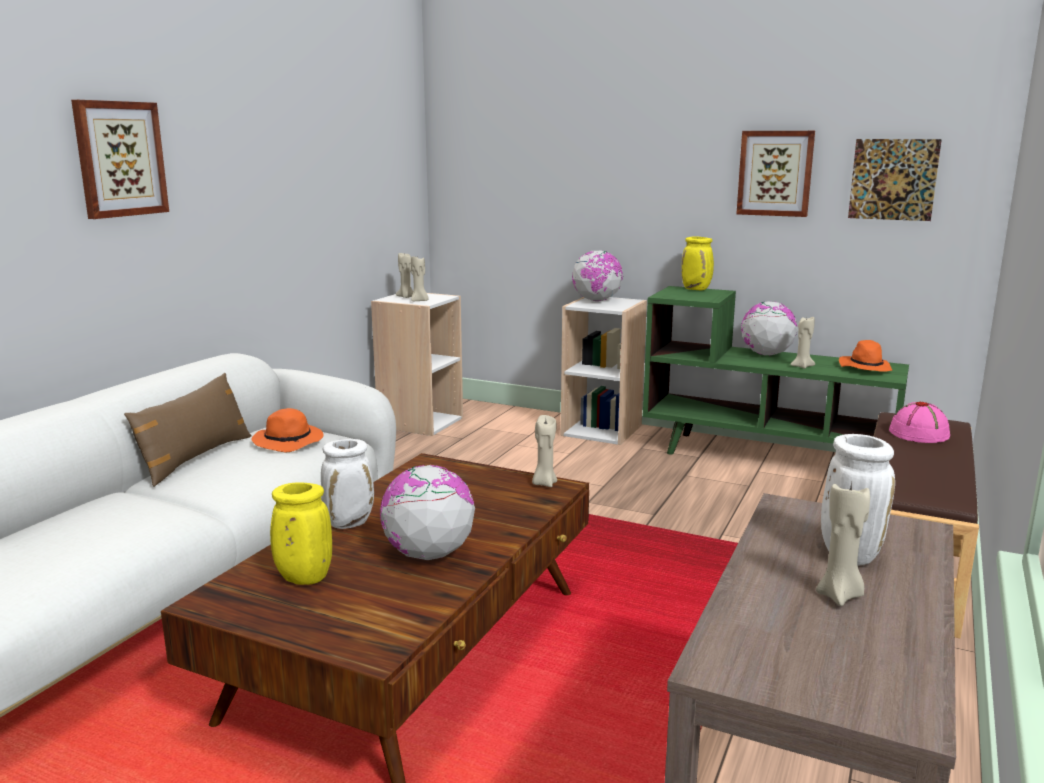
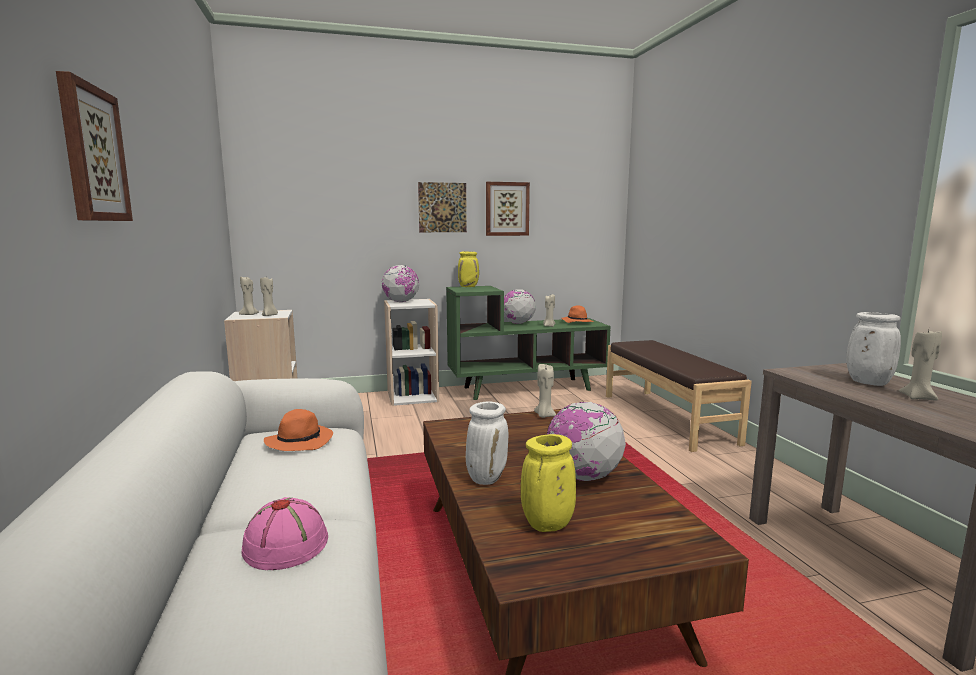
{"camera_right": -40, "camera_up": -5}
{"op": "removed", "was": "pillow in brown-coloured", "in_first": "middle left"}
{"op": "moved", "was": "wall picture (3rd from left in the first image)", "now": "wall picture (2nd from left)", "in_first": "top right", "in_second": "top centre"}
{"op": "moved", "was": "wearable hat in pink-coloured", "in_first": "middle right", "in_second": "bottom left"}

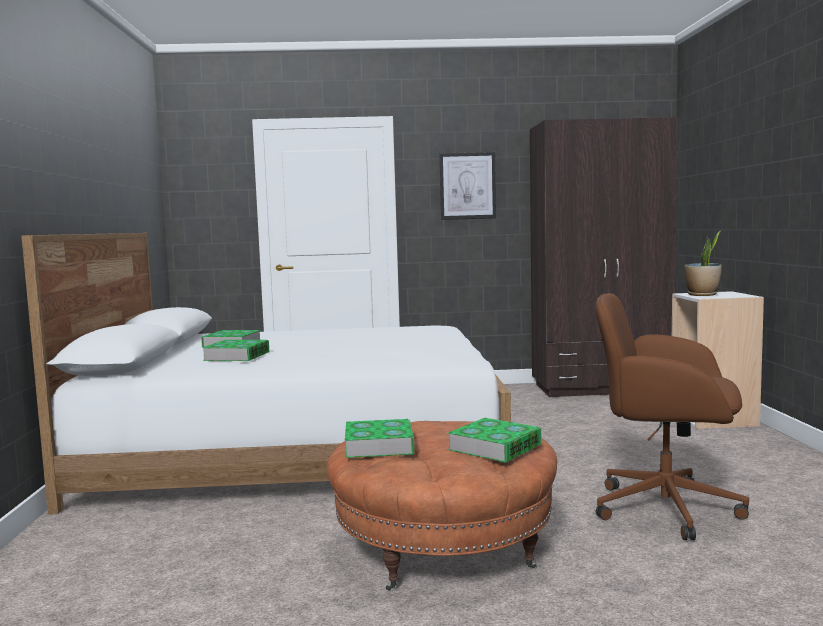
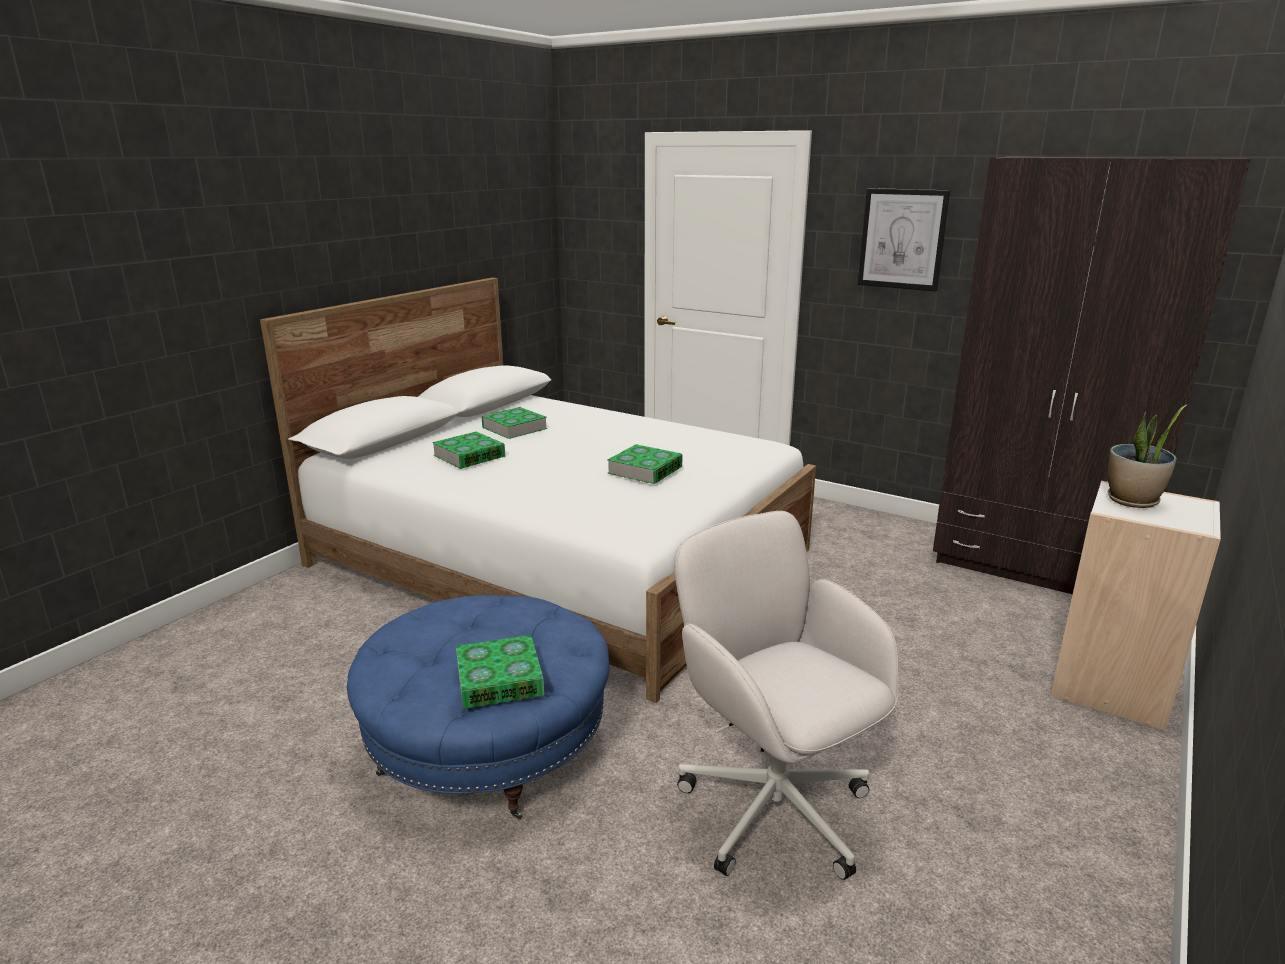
{"camera_right": 35, "camera_up": 15}
{"op": "recoloured", "was": "ottoman in brown-coloured", "now": "ottoman in bluish", "in_first": "bottom centre", "in_second": "bottom centre"}
{"op": "moved", "was": "bound book (3rd from left in the first image)", "now": "bound book (4th from left)", "in_first": "bottom centre", "in_second": "centre"}
{"op": "recoloured", "was": "office chair in brown-coloured", "now": "office chair in white", "in_first": "middle right", "in_second": "bottom centre"}

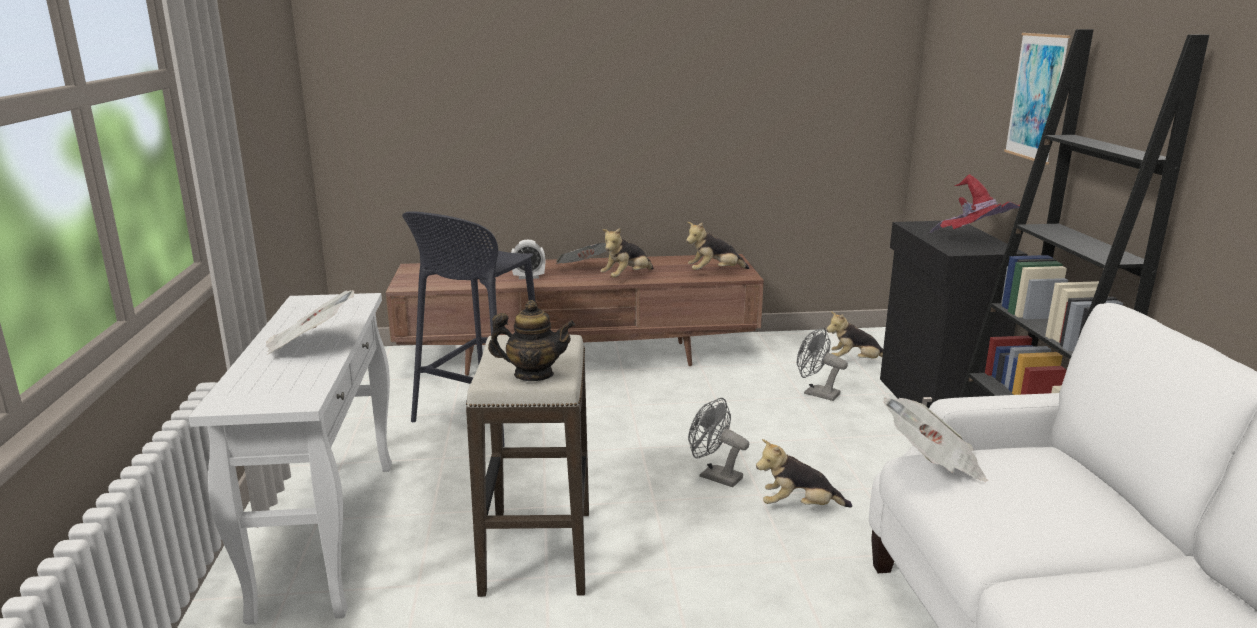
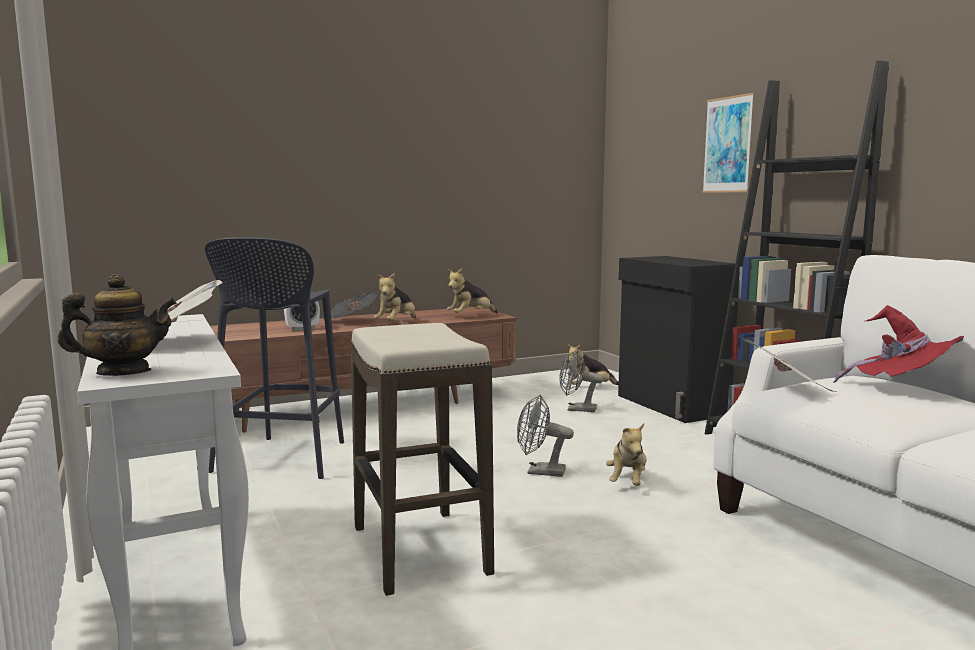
{"camera_right": -20, "camera_up": -10}
{"op": "moved", "was": "tea pot", "in_first": "centre", "in_second": "middle left"}
{"op": "turned", "was": "plush toy (3rd from left in the first image)", "in_first": "bottom centre", "in_second": "bottom centre", "clockwise": -60}
{"op": "moved", "was": "wearable hat in reddish", "in_first": "top right", "in_second": "middle right"}

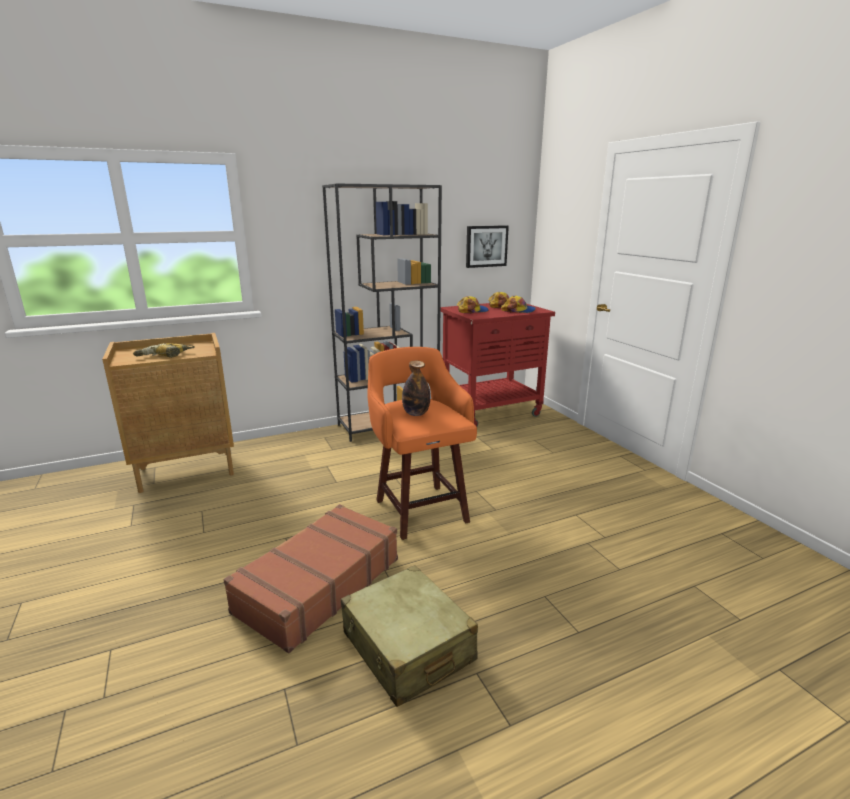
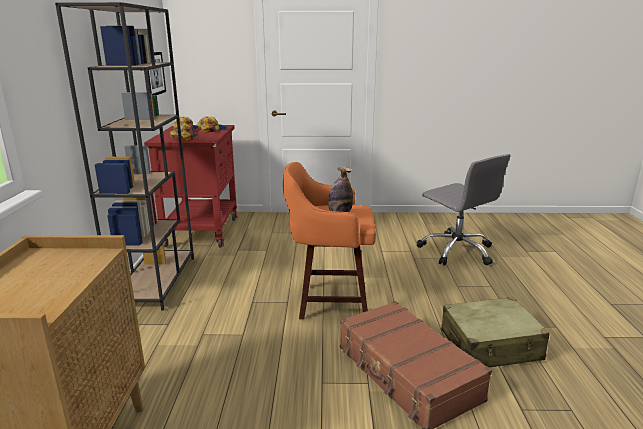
{"camera_right": -65, "camera_up": 0}
{"op": "removed", "was": "power drill", "in_first": "middle left"}
{"op": "added", "now": "office chair in gray", "in_second": "middle right"}

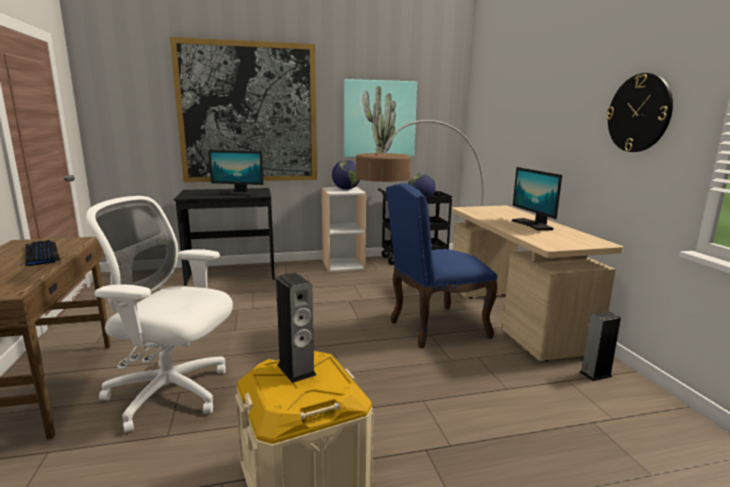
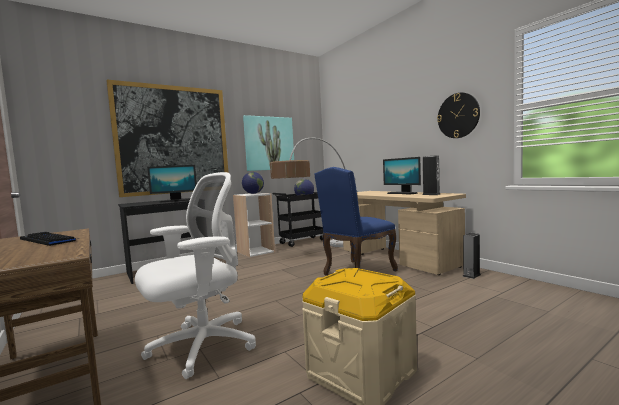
{"camera_right": -20, "camera_up": -10}
{"op": "turned", "was": "office chair in white", "in_first": "middle left", "in_second": "bottom left", "clockwise": 150}
{"op": "moved", "was": "loudspeaker (1st from left)", "in_first": "bottom centre", "in_second": "middle right"}

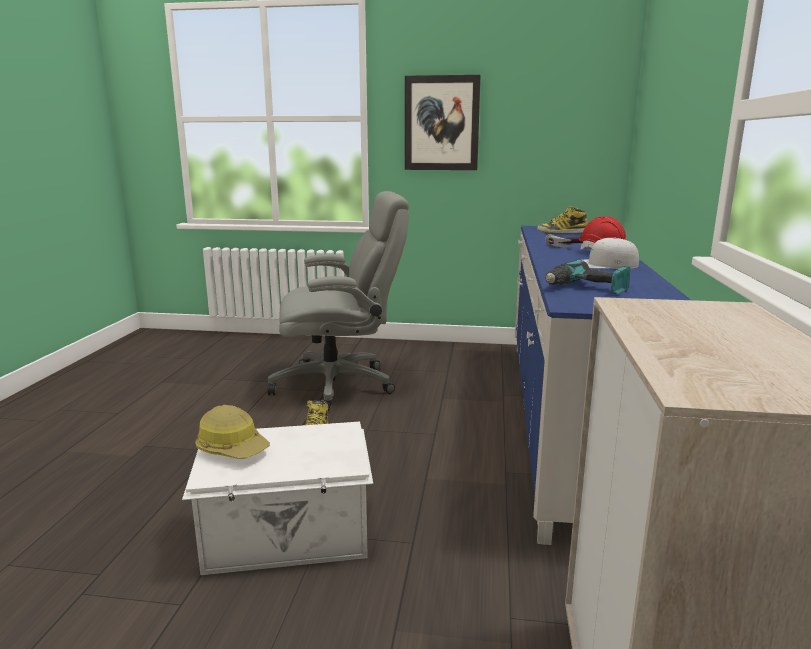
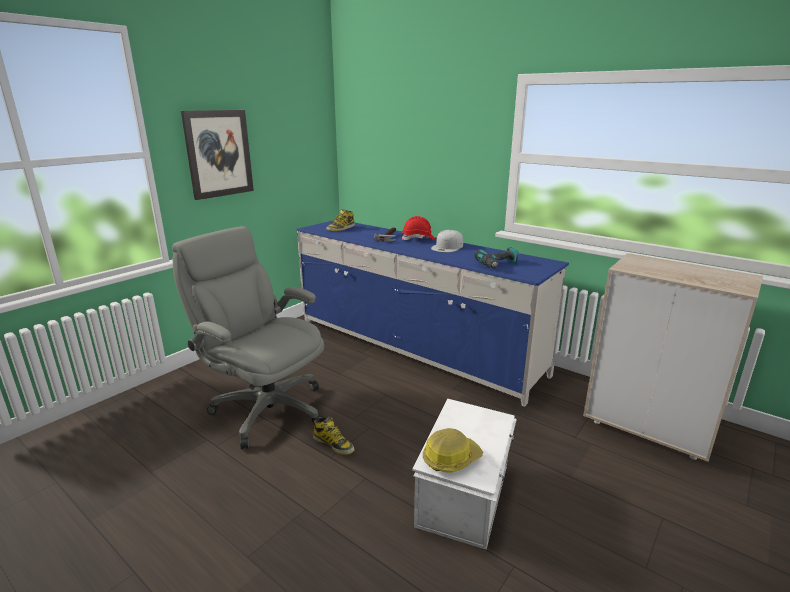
{"camera_right": -60, "camera_up": 5}
{"op": "turned", "was": "office chair in gray", "in_first": "centre", "in_second": "middle left", "clockwise": -75}

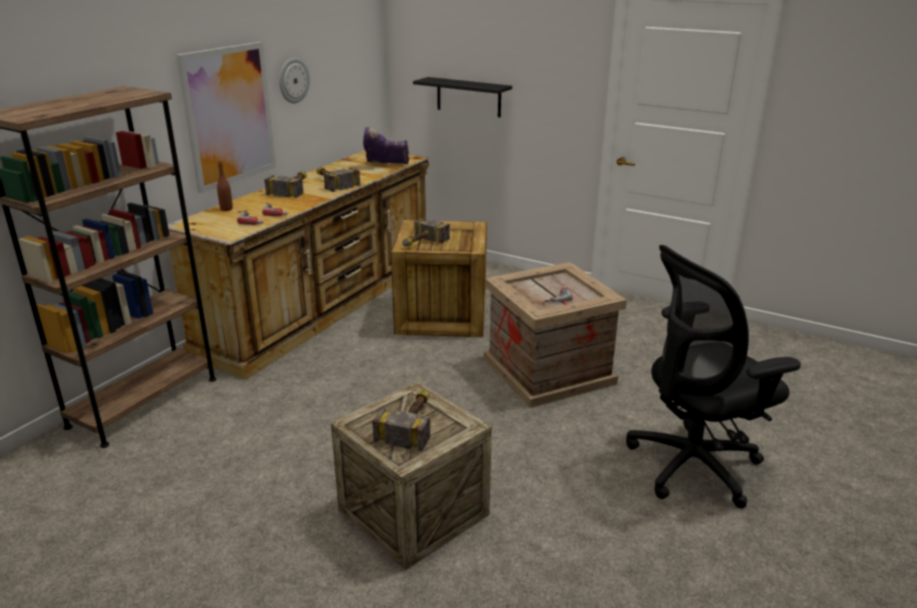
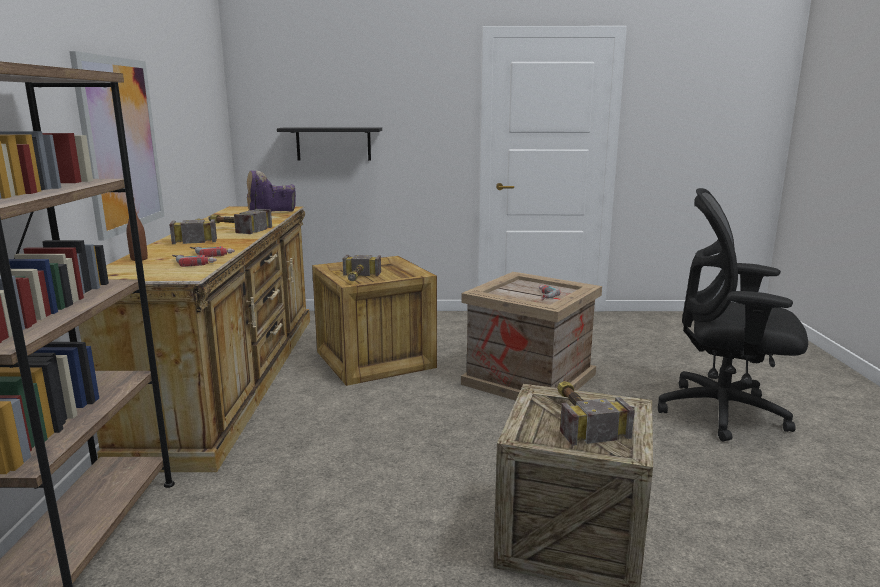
{"camera_right": -30, "camera_up": -10}
{"op": "removed", "was": "hanging clock", "in_first": "top left"}
{"op": "turned", "was": "office chair in blackish", "in_first": "middle right", "in_second": "middle right", "clockwise": 75}

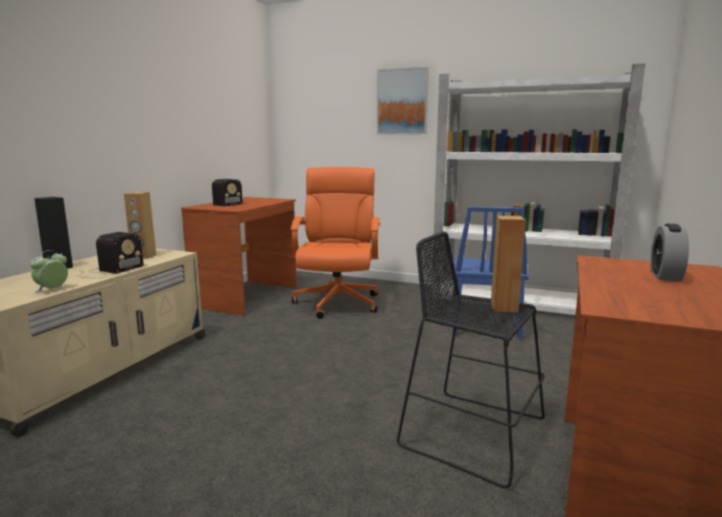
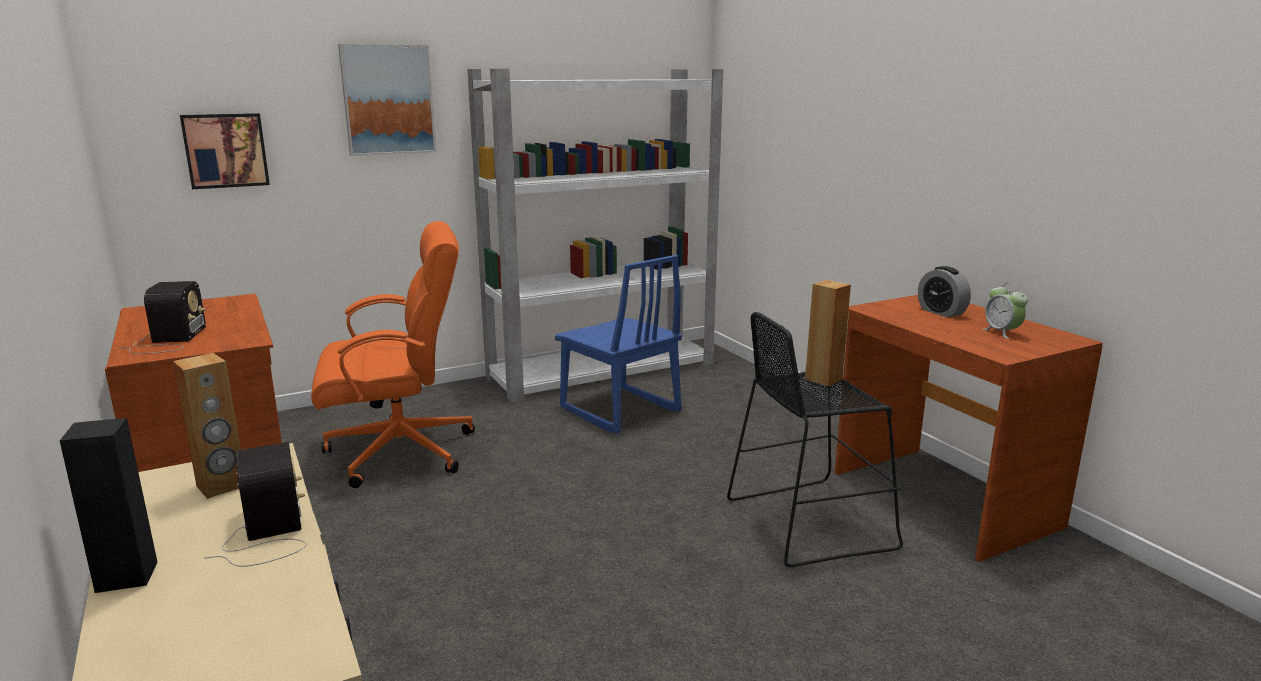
{"camera_right": -50, "camera_up": 5}
{"op": "moved", "was": "bedside clock (1st from left in the first image)", "now": "bedside clock (2nd from left)", "in_first": "middle left", "in_second": "middle right"}
{"op": "turned", "was": "office chair in orange", "in_first": "centre", "in_second": "middle left", "clockwise": 120}
{"op": "added", "now": "wall picture (1st from left)", "in_second": "top left"}

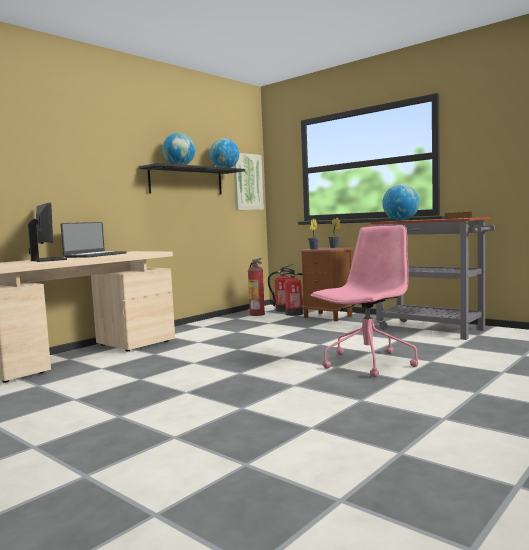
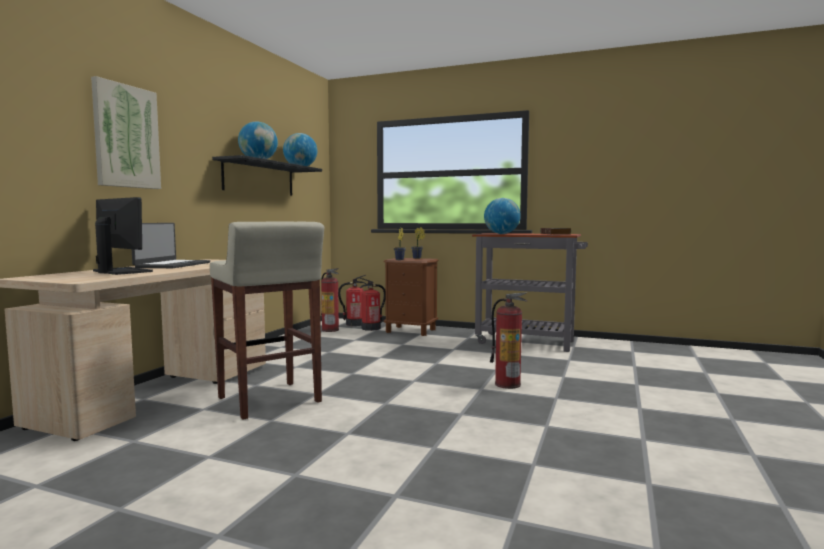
{"camera_right": -20, "camera_up": 0}
{"op": "moved", "was": "wall picture", "in_first": "top centre", "in_second": "top left"}
{"op": "replaced", "was": "office chair in pink-coloured", "now": "fire-fighting cylinder (4th from left)", "in_first": "middle right", "in_second": "centre"}
{"op": "added", "now": "sitting stool in beige-coloured", "in_second": "middle left"}

